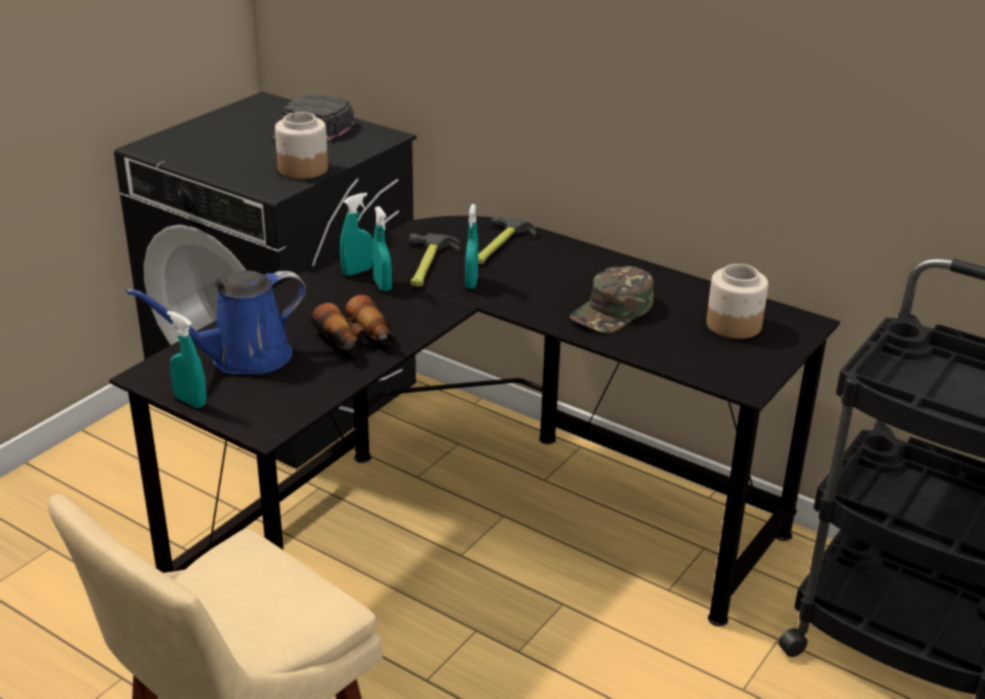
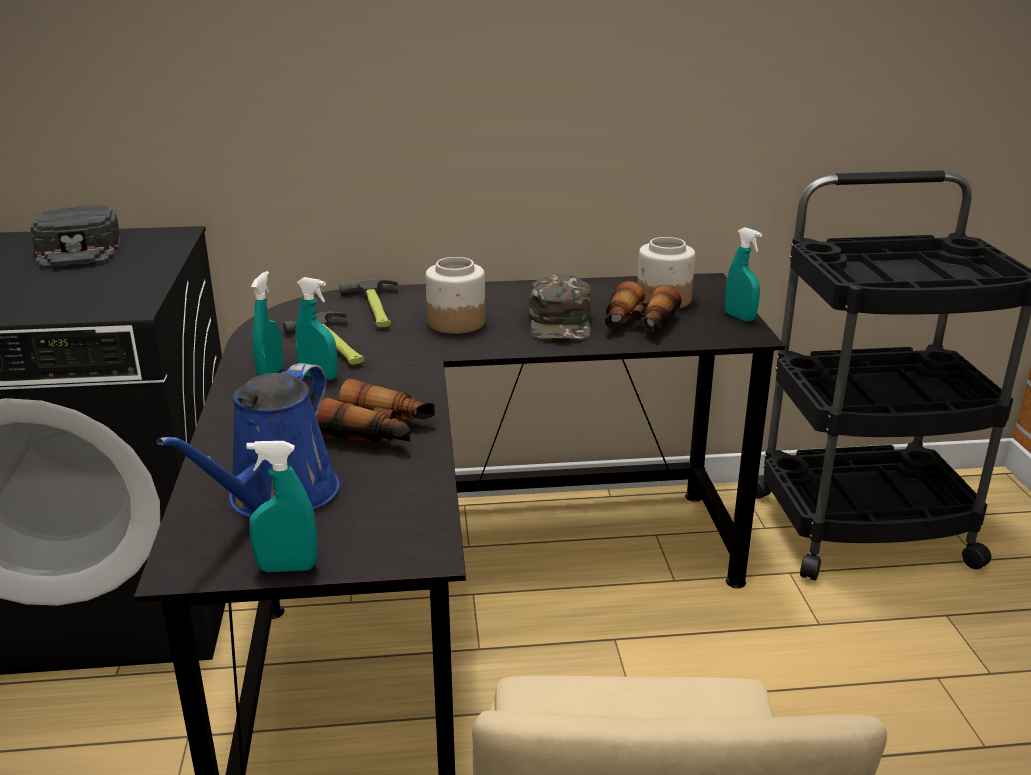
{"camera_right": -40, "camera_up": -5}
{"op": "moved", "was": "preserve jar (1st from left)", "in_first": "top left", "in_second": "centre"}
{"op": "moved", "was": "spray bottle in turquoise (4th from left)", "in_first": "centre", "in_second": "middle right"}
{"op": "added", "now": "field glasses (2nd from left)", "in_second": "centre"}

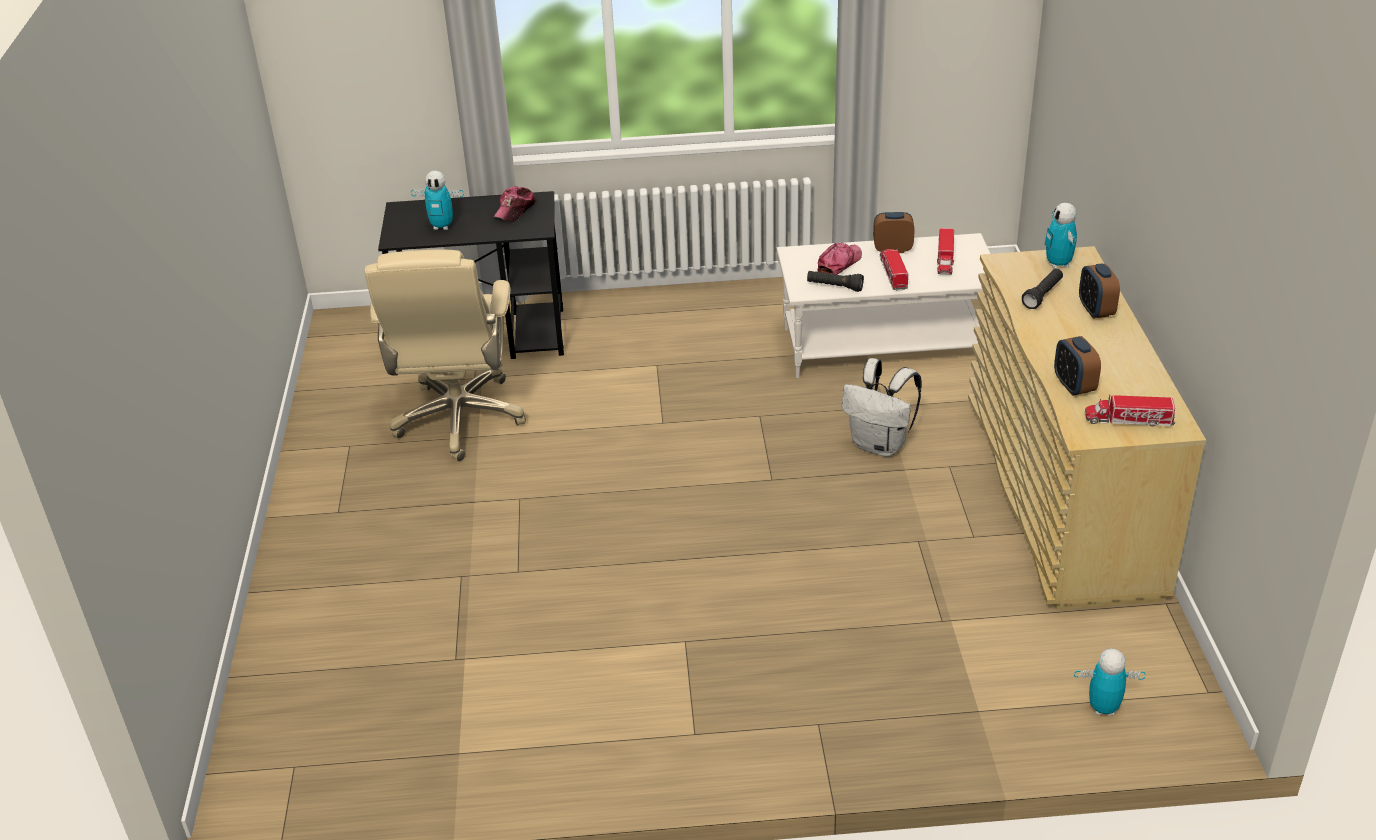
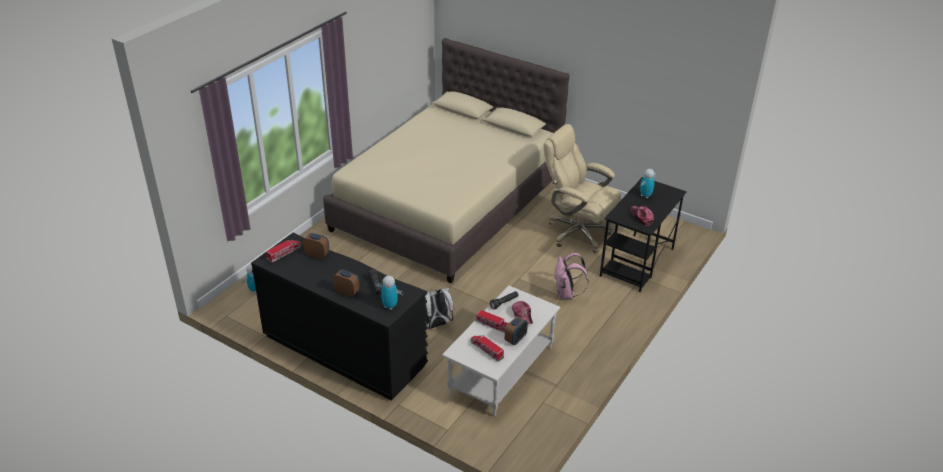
{"camera_right": 125, "camera_up": 0}
{"op": "recoloured", "was": "chest of drawers in beige-coloured", "now": "chest of drawers in blackish", "in_first": "middle right", "in_second": "bottom centre"}
{"op": "added", "now": "sleeping bed in beige-coloured", "in_second": "centre"}
{"op": "added", "now": "rucksack in pink-coloured", "in_second": "centre"}

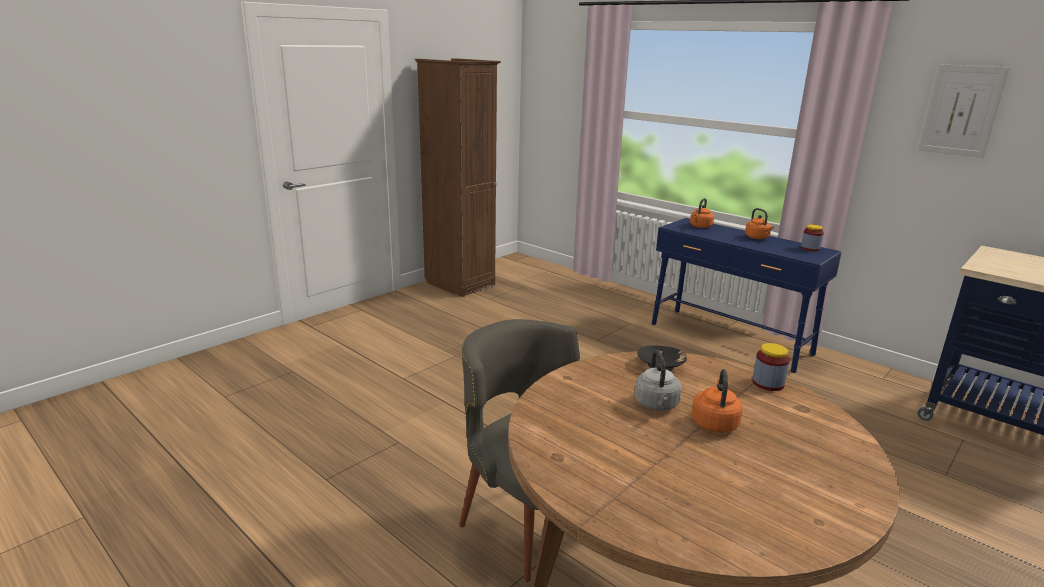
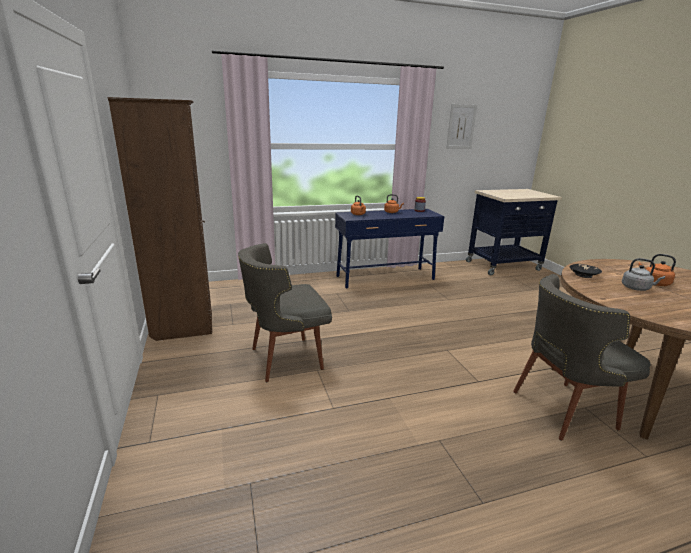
{"camera_right": -60, "camera_up": 0}
{"op": "removed", "was": "preserve jar (1st from left)", "in_first": "middle right"}
{"op": "added", "now": "chair in gray (1st from left)", "in_second": "centre"}

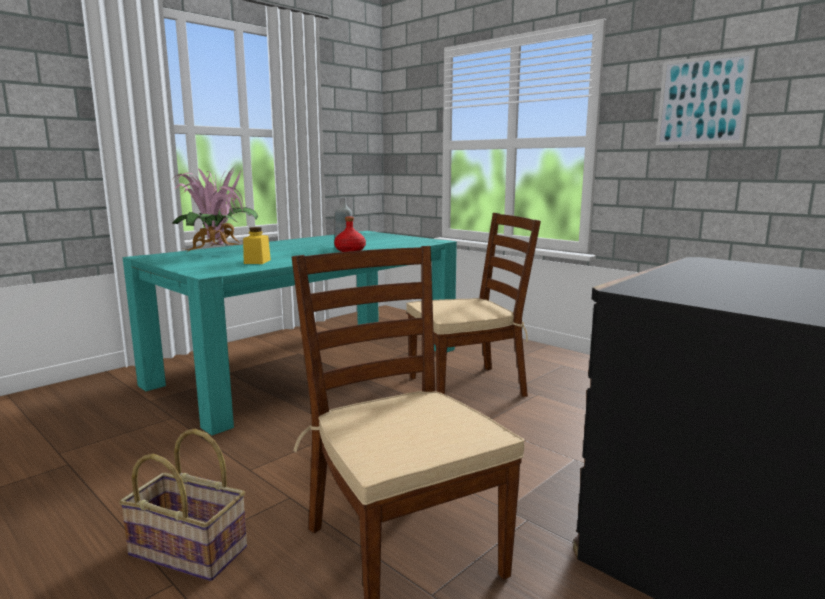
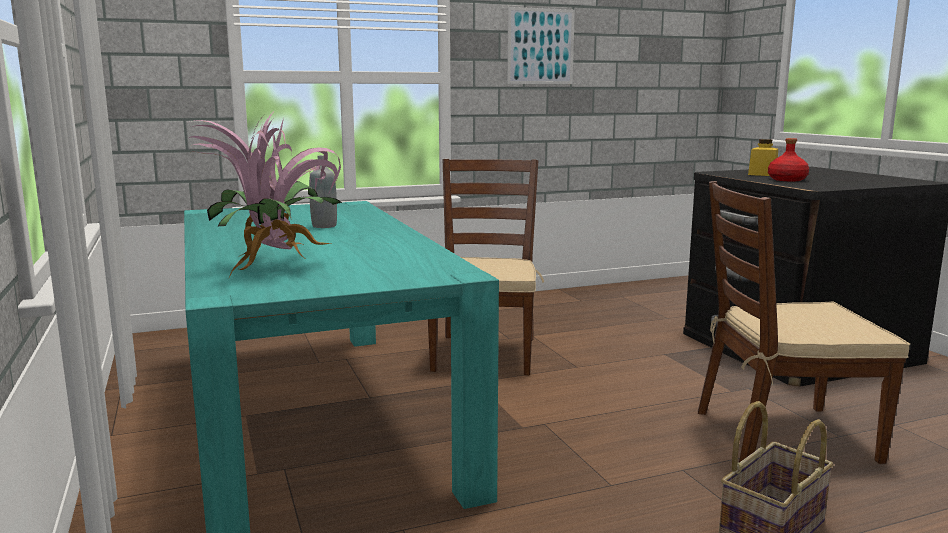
{"camera_right": -65, "camera_up": 0}
{"op": "moved", "was": "preserve jar in yellow-coloured", "in_first": "middle left", "in_second": "top right"}
{"op": "moved", "was": "drink bottle in reddish", "in_first": "centre", "in_second": "top right"}

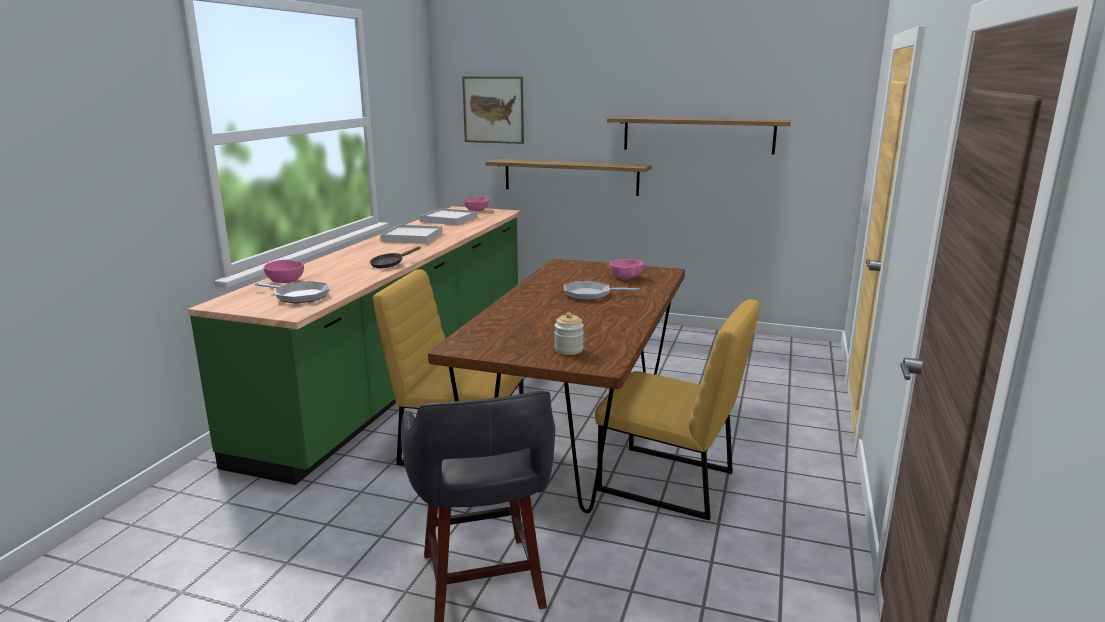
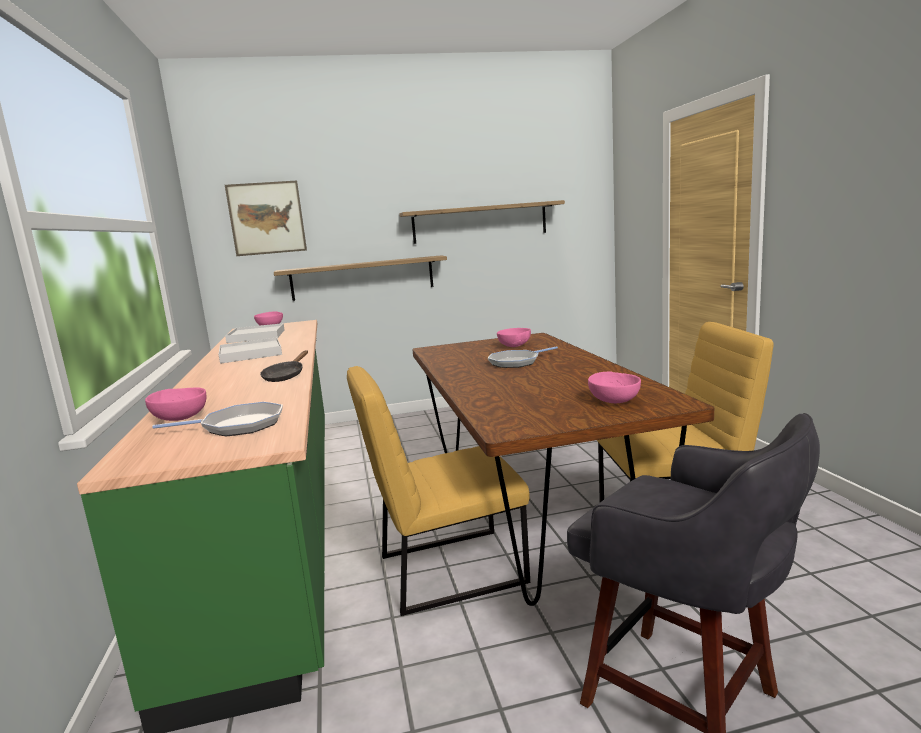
{"camera_right": -30, "camera_up": -5}
{"op": "replaced", "was": "preserve jar", "now": "bowl in pink-coloured (4th from left)", "in_first": "centre", "in_second": "middle right"}

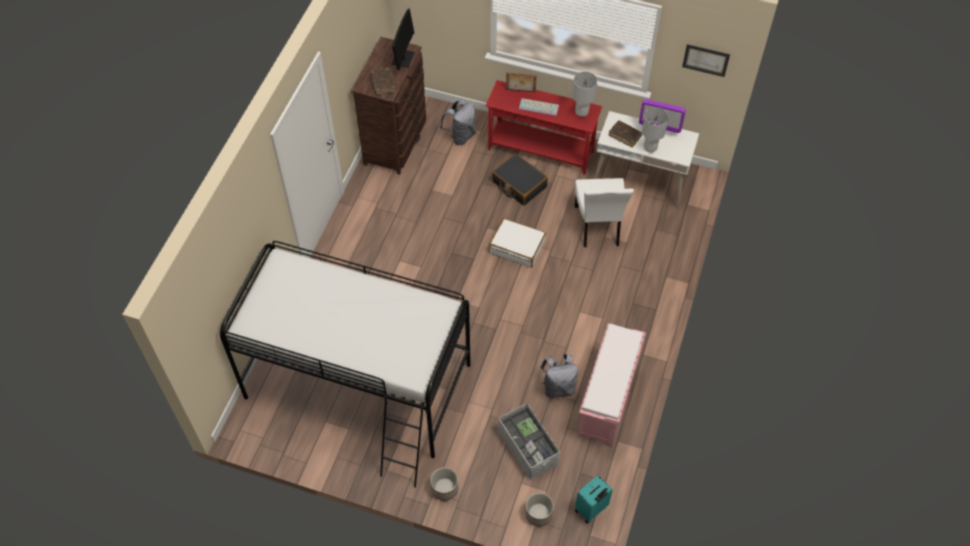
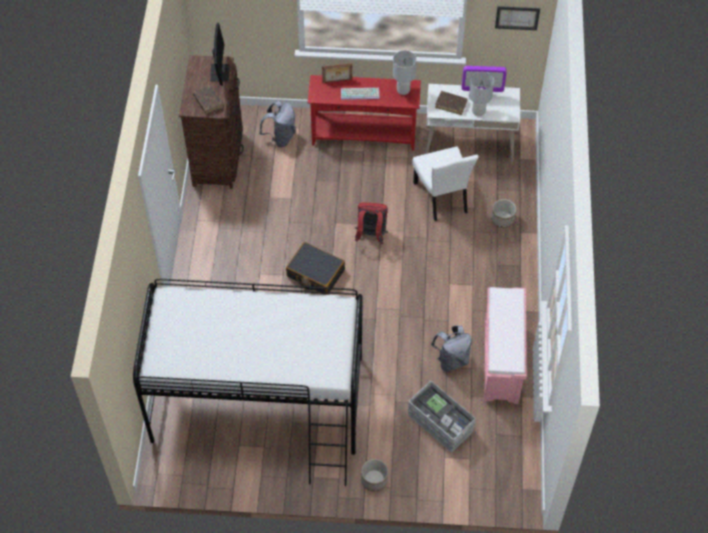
{"camera_right": -15, "camera_up": 0}
{"op": "replaced", "was": "travel case in white", "now": "rucksack in reddish", "in_first": "centre", "in_second": "centre"}
{"op": "moved", "was": "travel case in blackish", "in_first": "top centre", "in_second": "centre"}
{"op": "moved", "was": "flower pot (2nd from left)", "in_first": "bottom centre", "in_second": "middle right"}
{"op": "removed", "was": "travel case in turquoise", "in_first": "bottom centre"}

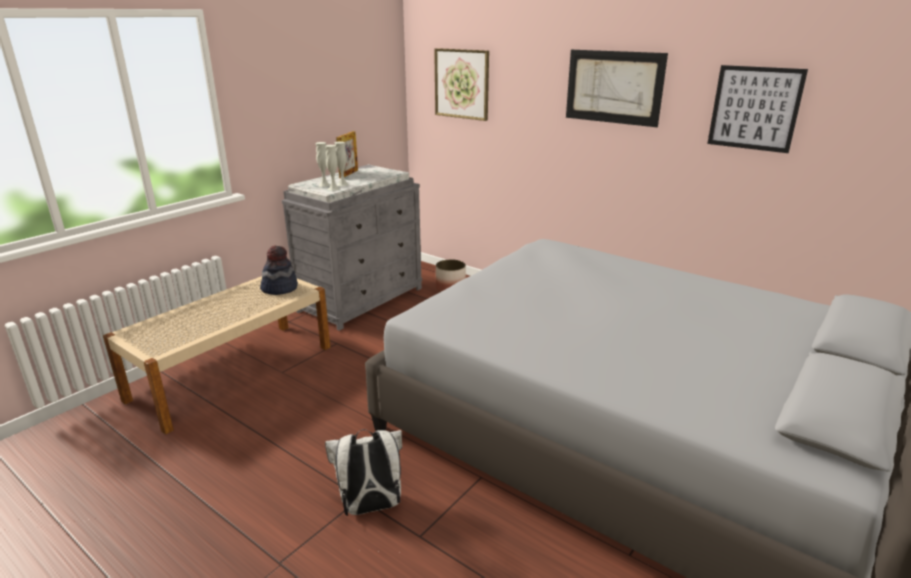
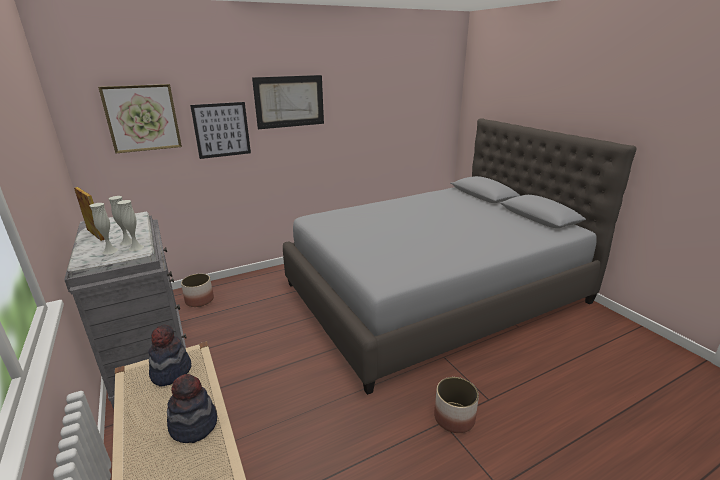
{"camera_right": -65, "camera_up": 0}
{"op": "replaced", "was": "rucksack in white", "now": "flower pot (2nd from left)", "in_first": "bottom centre", "in_second": "bottom centre"}
{"op": "moved", "was": "wall picture (3rd from left in the first image)", "now": "wall picture (2nd from left)", "in_first": "top right", "in_second": "top left"}
{"op": "added", "now": "wearable hat (2nd from left)", "in_second": "bottom left"}

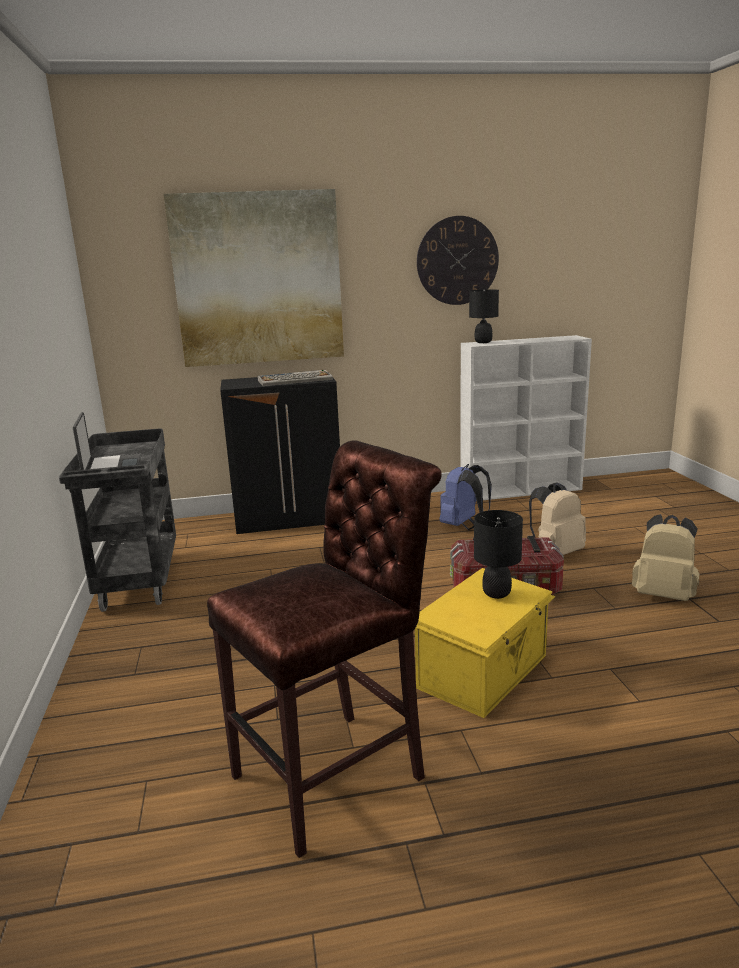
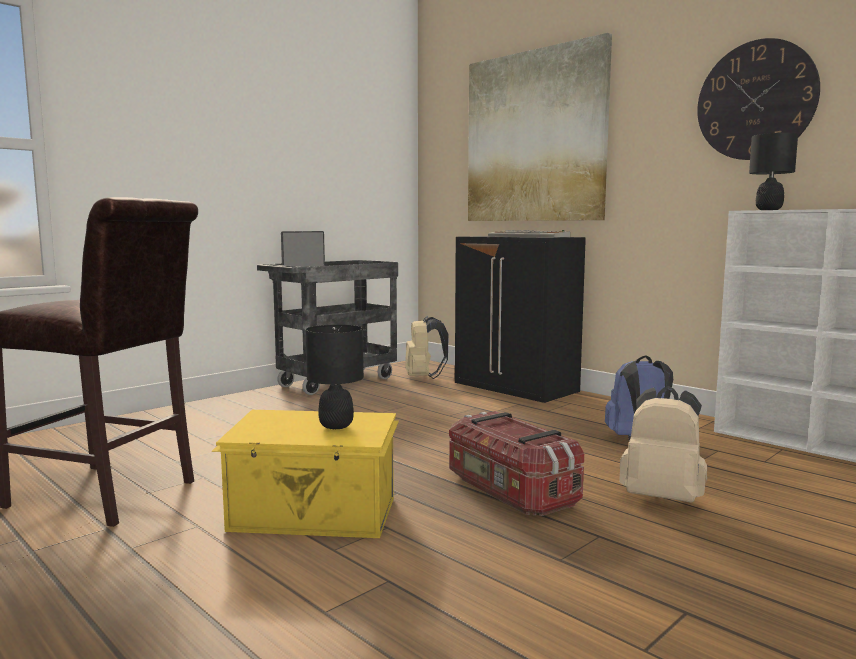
{"camera_right": 55, "camera_up": -10}
{"op": "moved", "was": "rucksack in beige-coloured (2nd from left in the first image)", "now": "rucksack in beige-coloured (1st from left)", "in_first": "middle right", "in_second": "centre"}

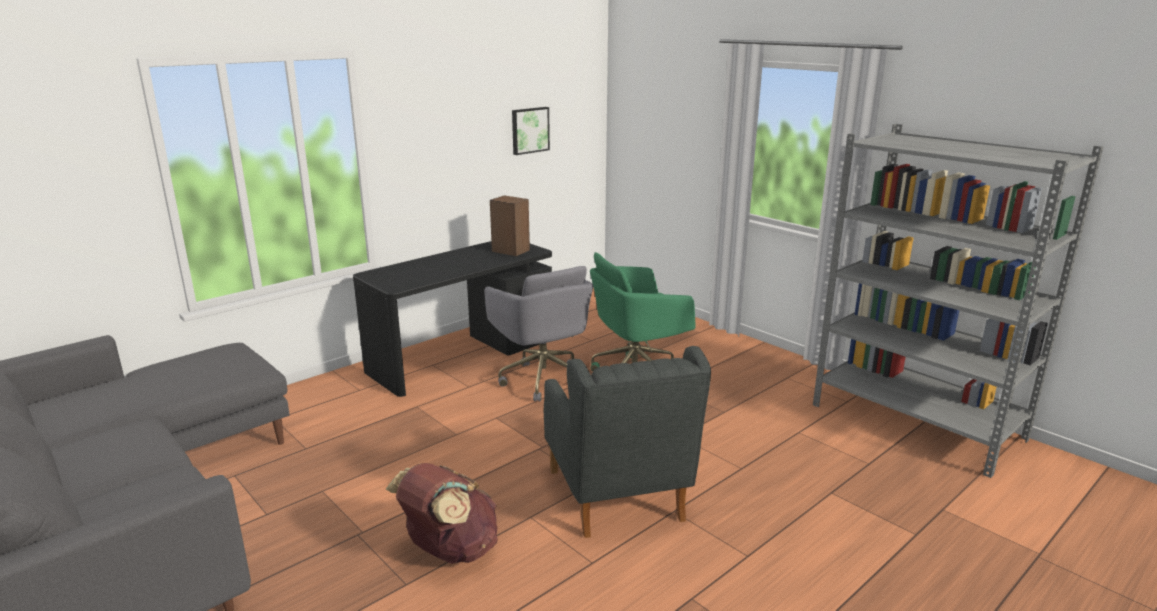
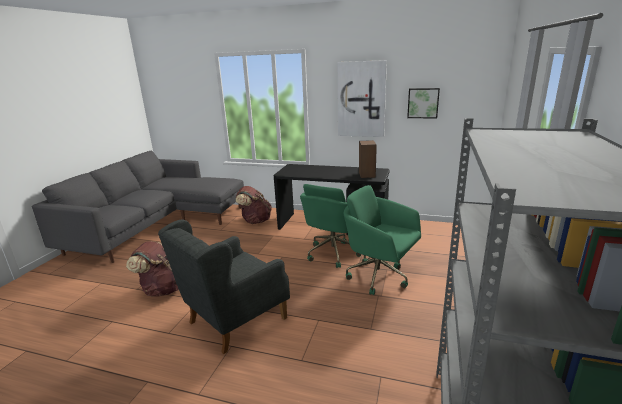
{"camera_right": 60, "camera_up": 0}
{"op": "recoloured", "was": "office chair in gray", "now": "office chair in greenish (1st from left)", "in_first": "centre", "in_second": "centre"}
{"op": "added", "now": "rucksack in brown-coloured (2nd from left)", "in_second": "centre"}
{"op": "added", "now": "wall picture (1st from left)", "in_second": "top centre"}

